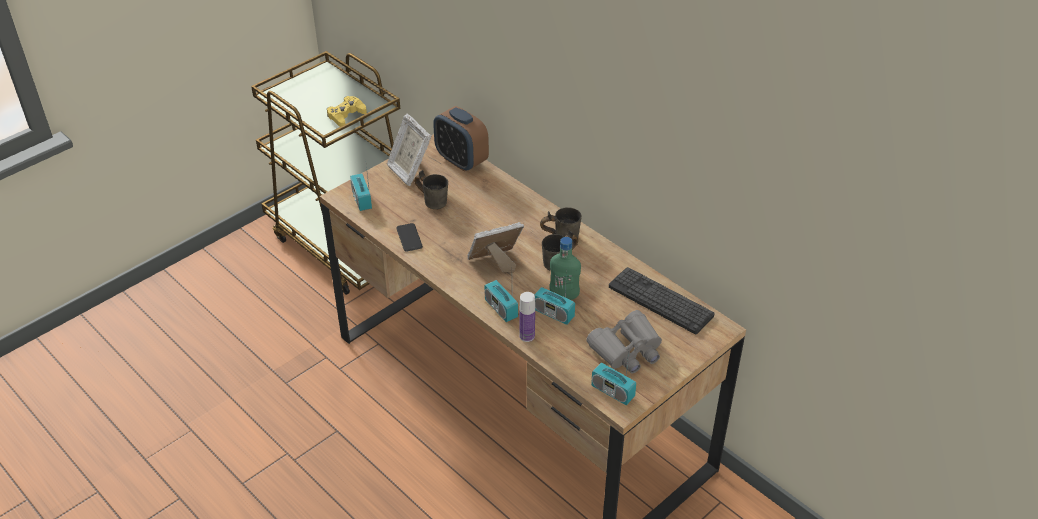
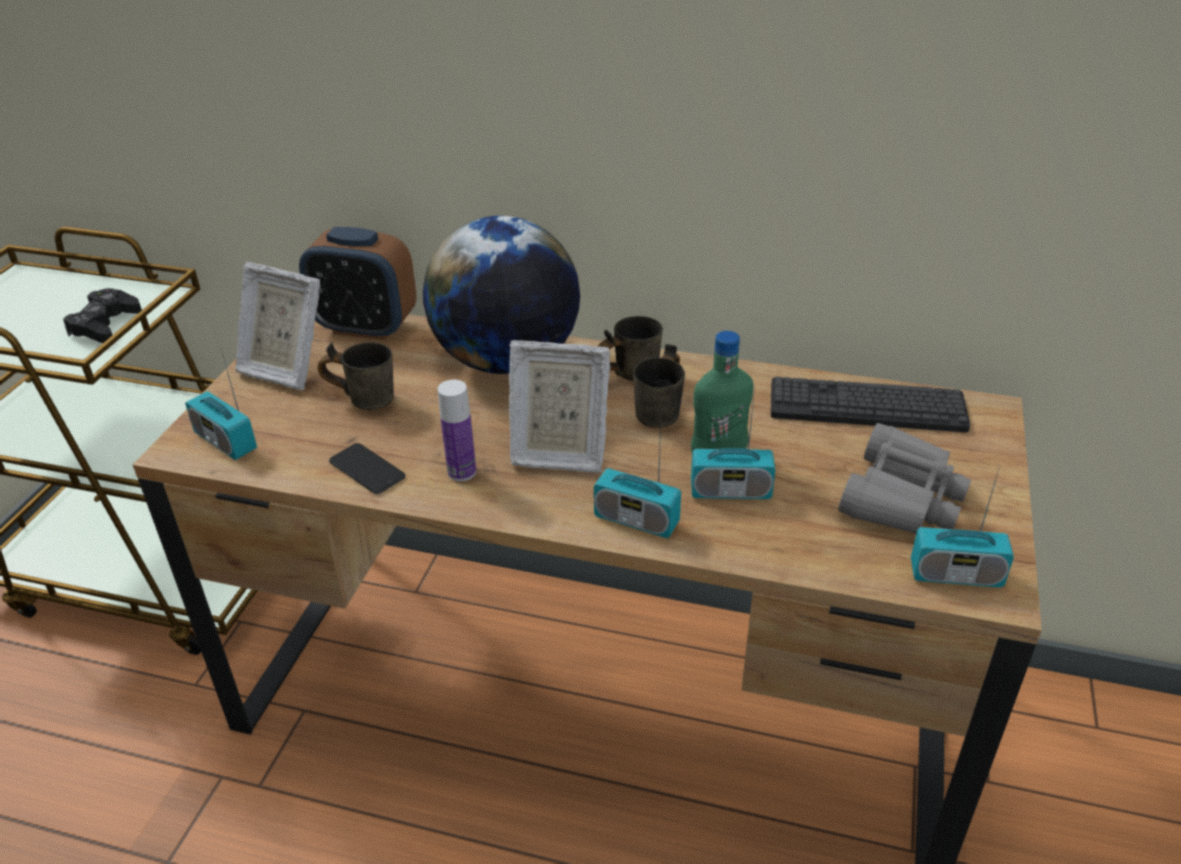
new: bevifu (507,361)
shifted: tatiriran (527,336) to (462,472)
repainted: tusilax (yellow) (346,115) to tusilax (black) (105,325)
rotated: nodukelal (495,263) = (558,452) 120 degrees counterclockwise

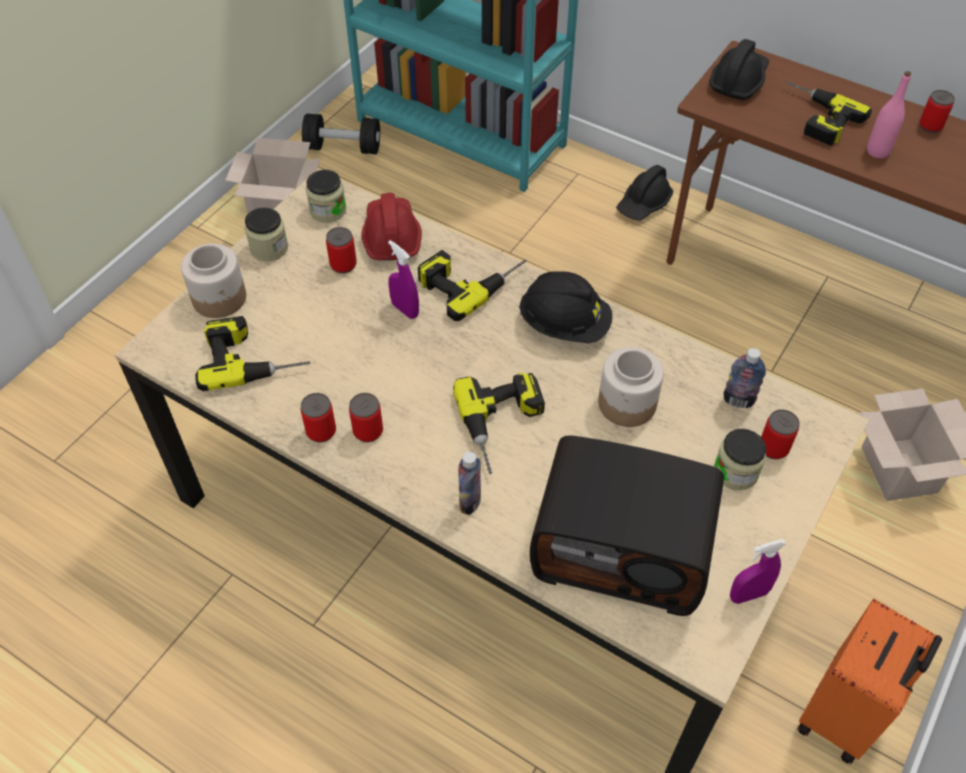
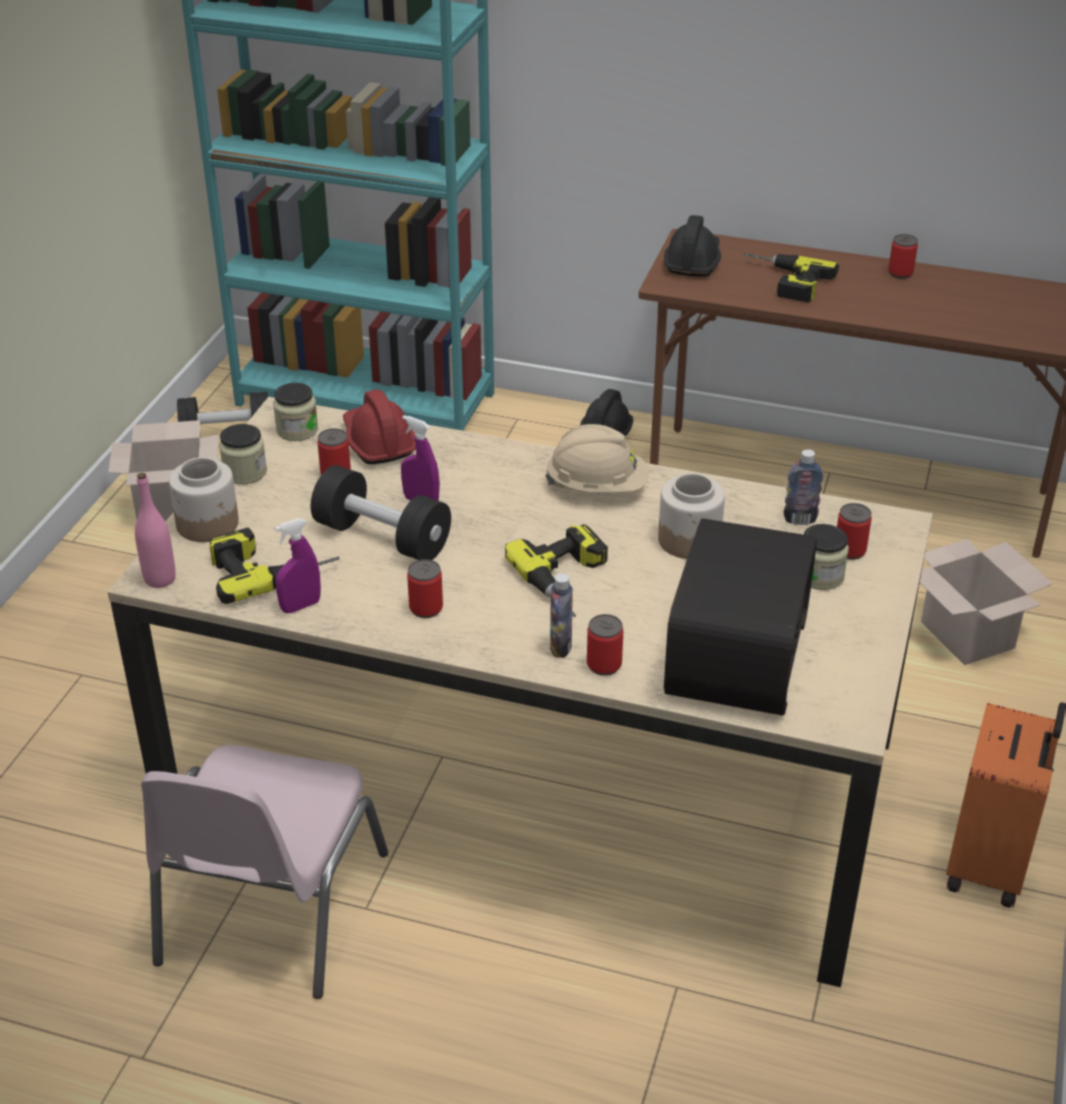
gone: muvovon (470,279)
new: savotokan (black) (382,537); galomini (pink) (268,910)
shifted: tatiriran (pink) (877,151) to (160,579); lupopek (321,431) to (604,665); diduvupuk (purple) (748,595) to (300,606)
repainted: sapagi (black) (564,325) to sapagi (beige) (597,487)
rotated: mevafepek (623,547) = (733,655) 75 degrees counterclockwise

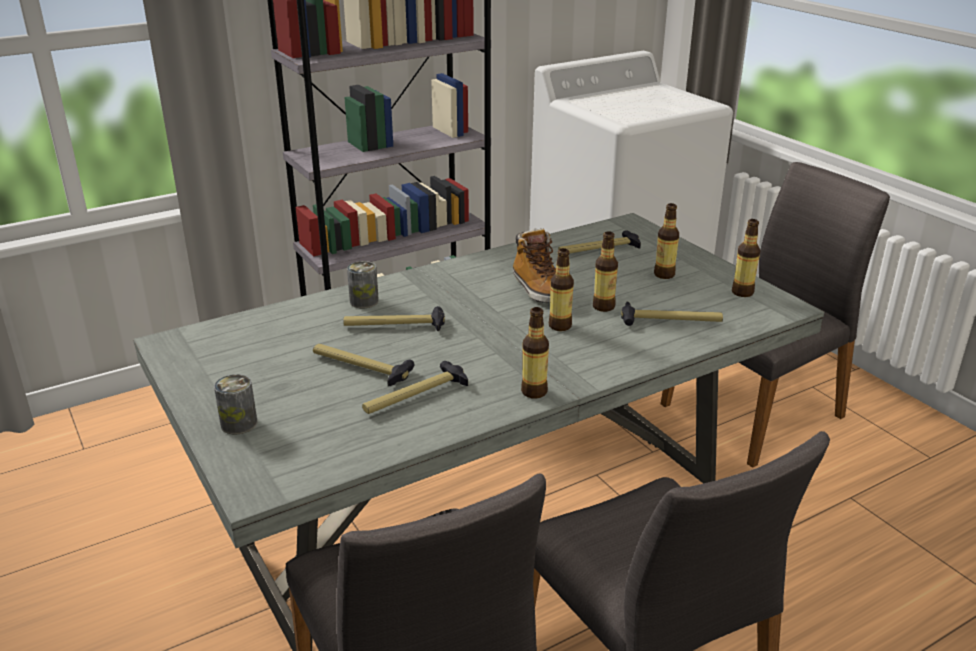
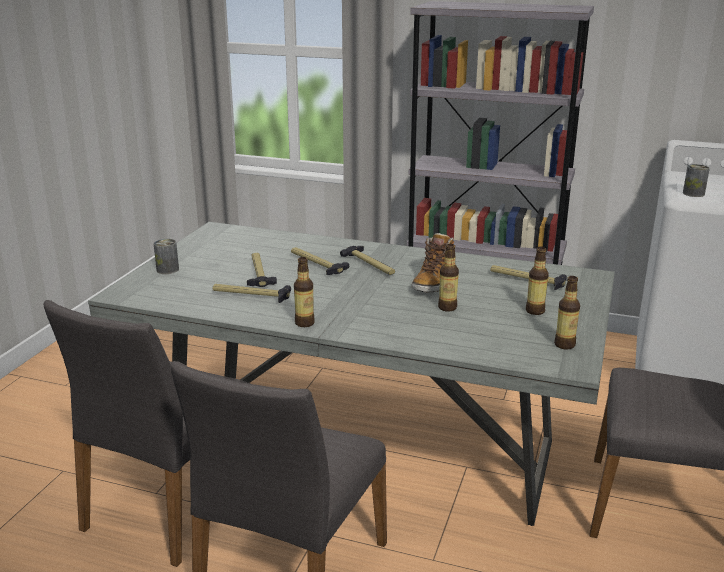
gone: tatiriran (560,326)
shifted: lupopek (364,301) to (693,193); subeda (670,321) to (370,265)

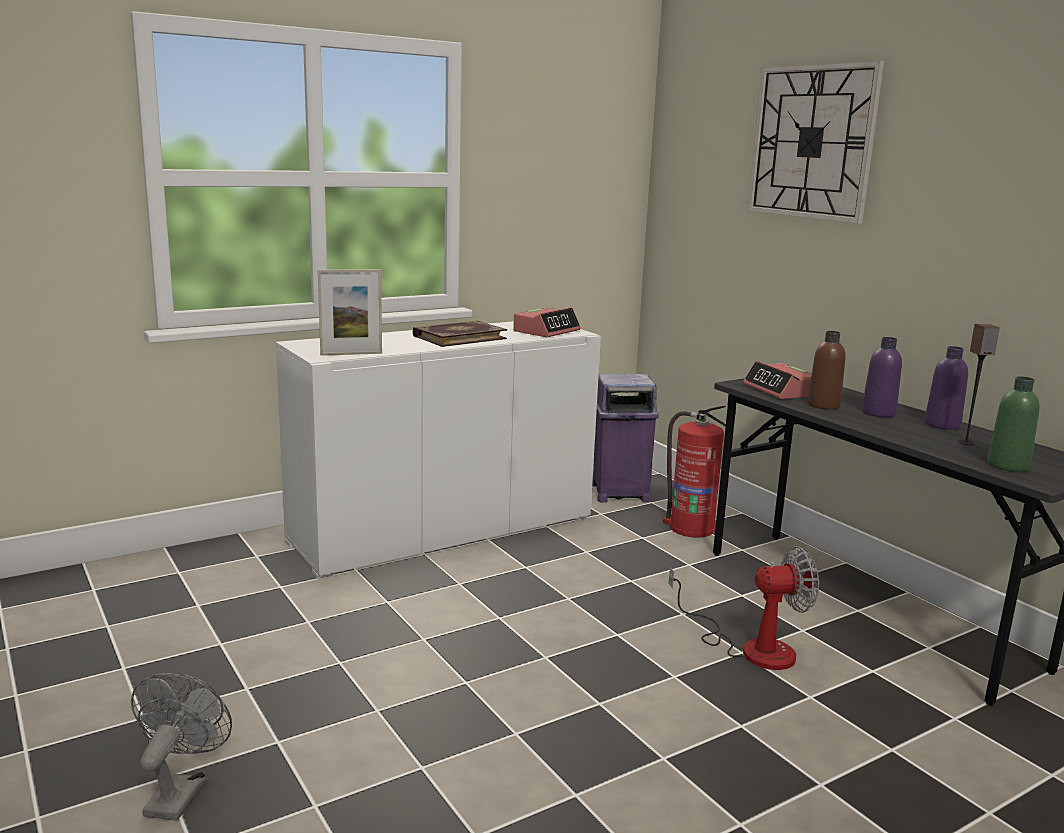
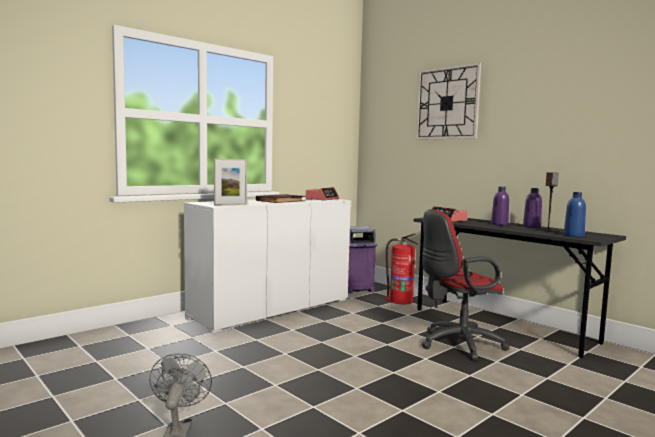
gone: tatiriran (brown) (823,405)
swapped: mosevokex (751,647) to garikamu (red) (457,344)
repainted: tatiriran (green) (1008,465) to tatiriran (blue) (573,235)

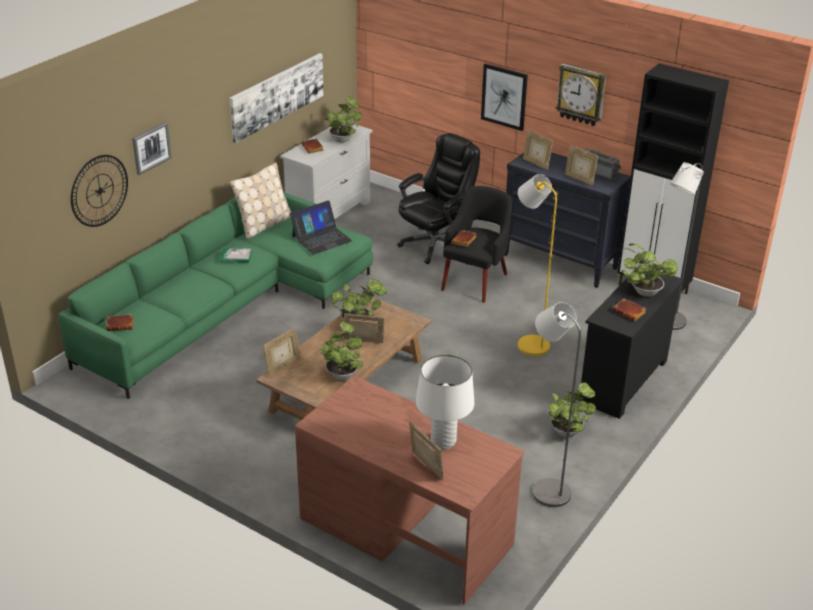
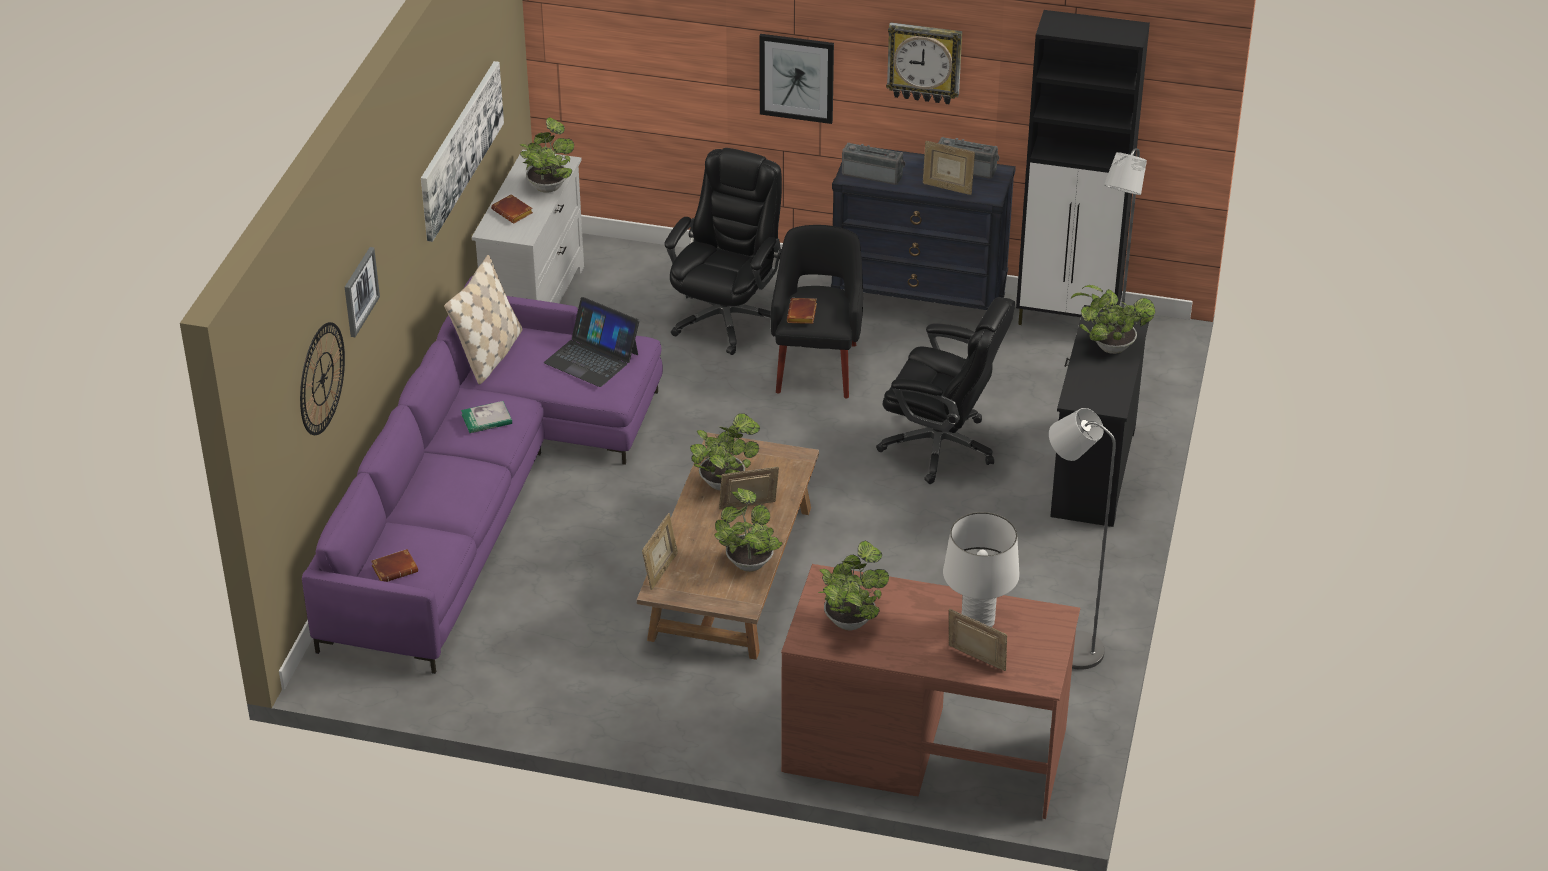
gone: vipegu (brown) (630,312)
shifted: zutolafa (567,431) to (851,619)
swapped: nodukelal (536,164) to mevafepek (873,174); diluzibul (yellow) (528,343) to garikamu (black) (941,447)
repainted: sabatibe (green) (229,306) to sabatibe (purple) (482,494)
rotated: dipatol (321,238) = (592,358) 90 degrees clockwise

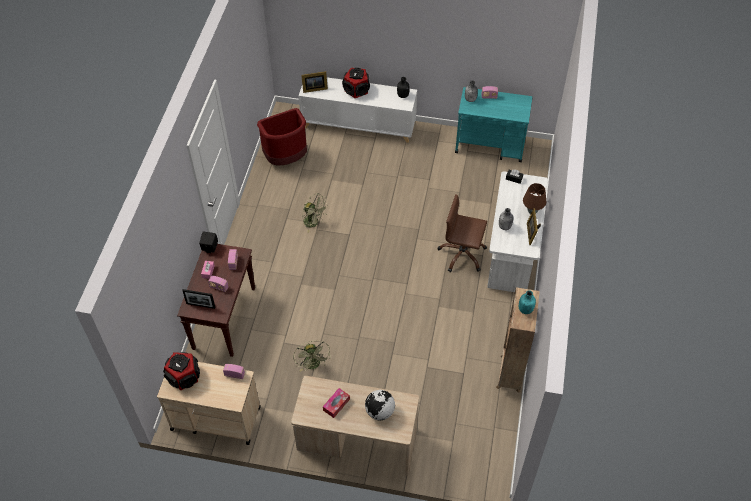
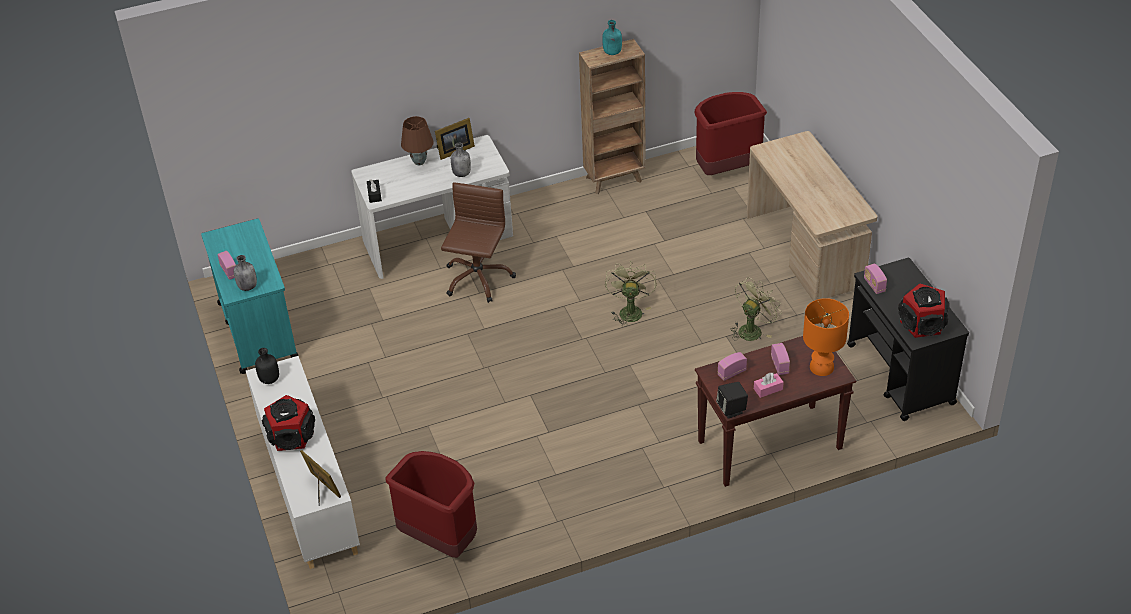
gone: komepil (336,405); bevifu (379,412)
new: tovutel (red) (726,169)
shifted: mosevokex (green) (314,223) to (629,310)
swapped: nodukelal (200,305) to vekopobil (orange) (821,367)
repainted: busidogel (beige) (215,418) to busidogel (black) (900,375)
rotated: garikamu (brown) (462,255) = (477,278) 150 degrees counterclockwise

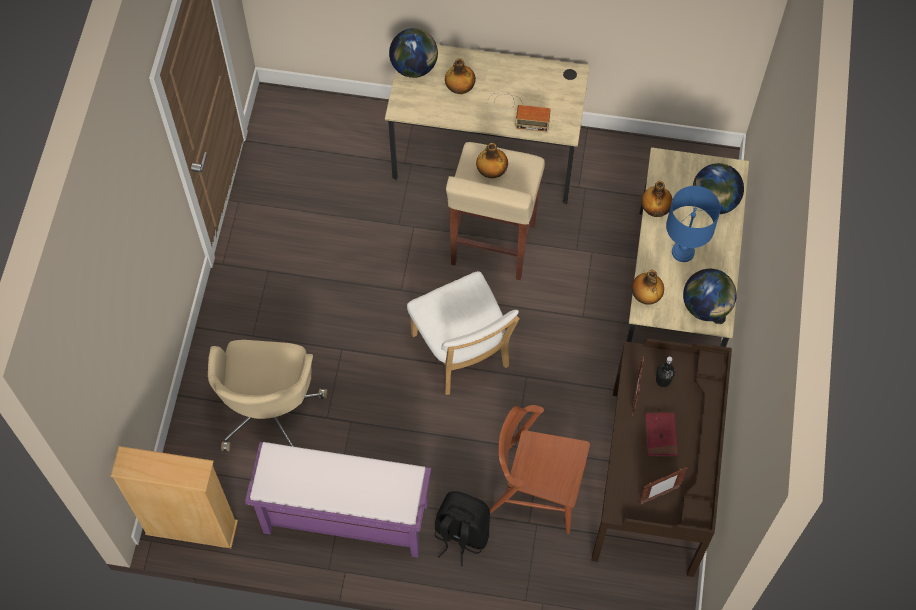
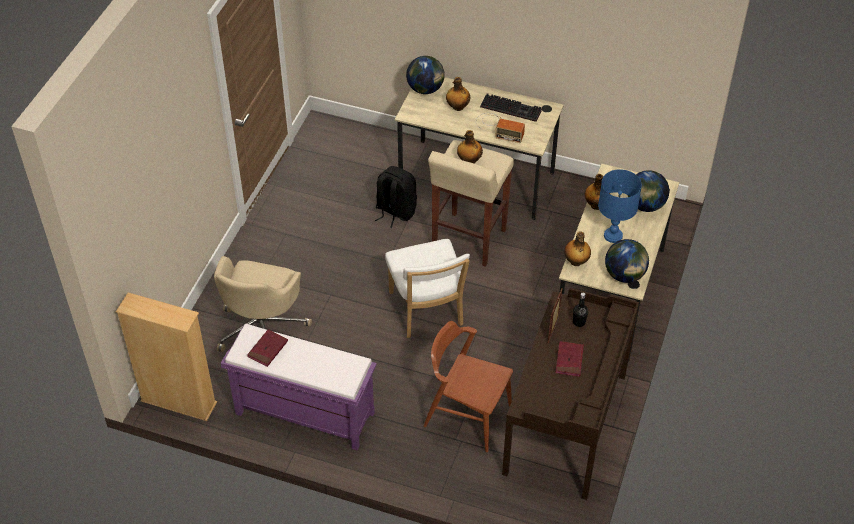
gone: nodukelal (659,495)
new: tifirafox (512,108); vipegu (red) (267,349)
shifted: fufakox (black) (461,535) to (395,211)

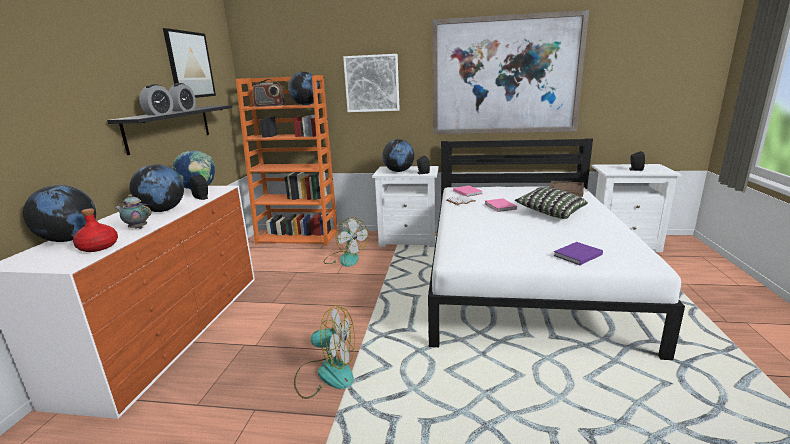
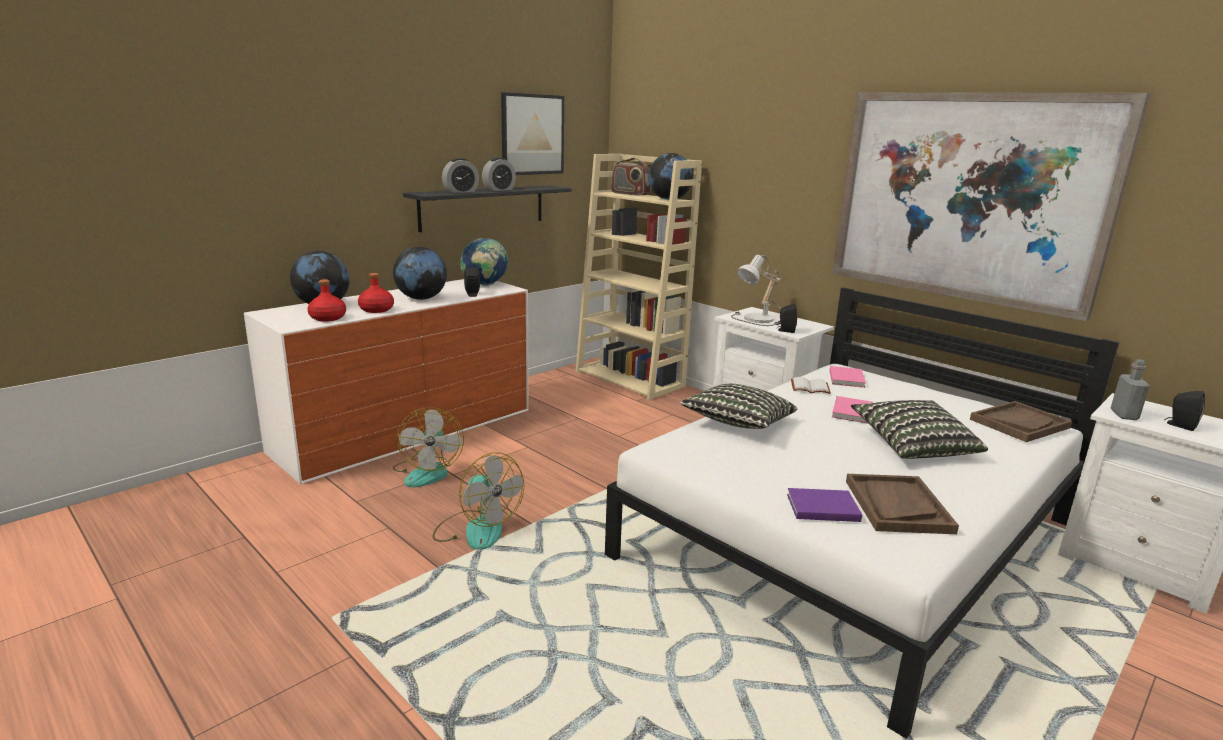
gone: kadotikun (372,83)
new: tatiriran (grey) (1124,415); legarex (737,424); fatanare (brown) (897,506)
shifted: mosevokex (345,258) to (428,472)
swapped: bevifu (398,171) to vekopobil (760,320); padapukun (137,228) to tatiriran (red) (377,310)
repainted: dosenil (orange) (298,237) to dosenil (beige) (630,379)

